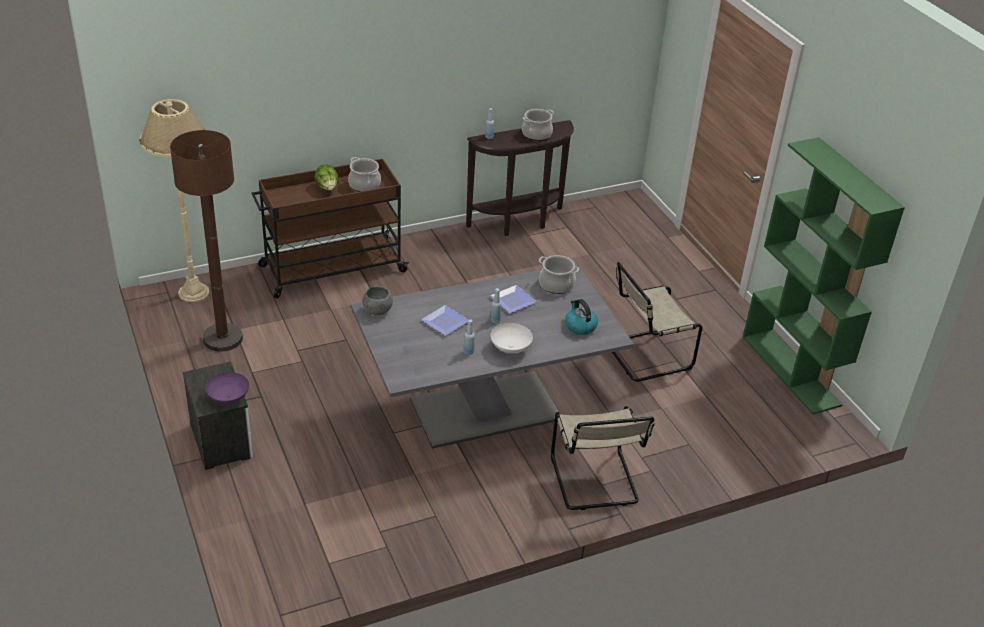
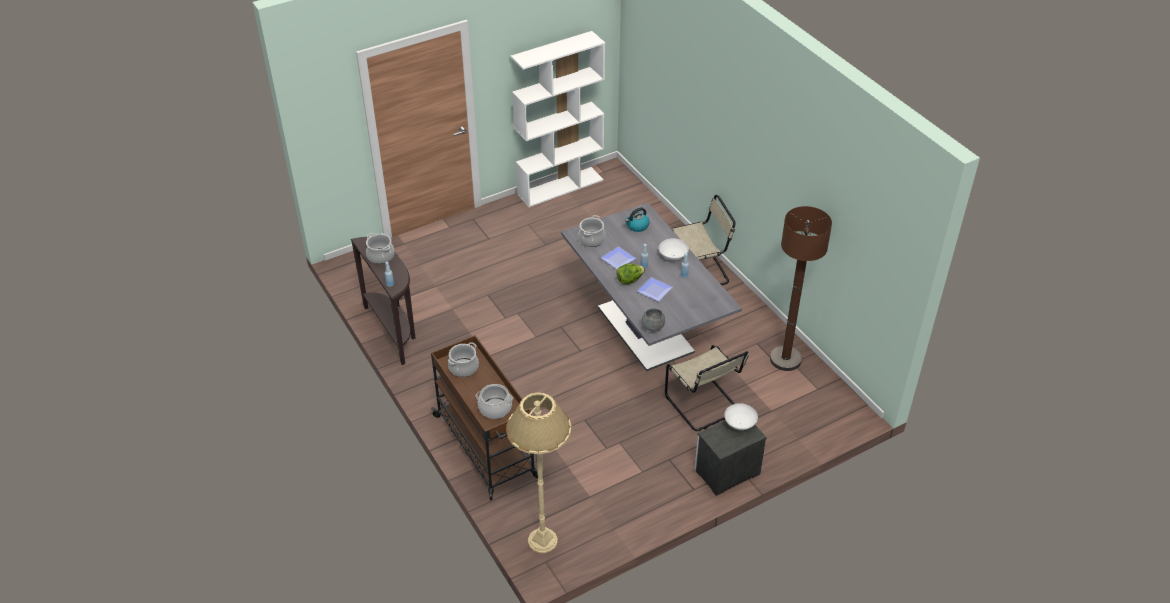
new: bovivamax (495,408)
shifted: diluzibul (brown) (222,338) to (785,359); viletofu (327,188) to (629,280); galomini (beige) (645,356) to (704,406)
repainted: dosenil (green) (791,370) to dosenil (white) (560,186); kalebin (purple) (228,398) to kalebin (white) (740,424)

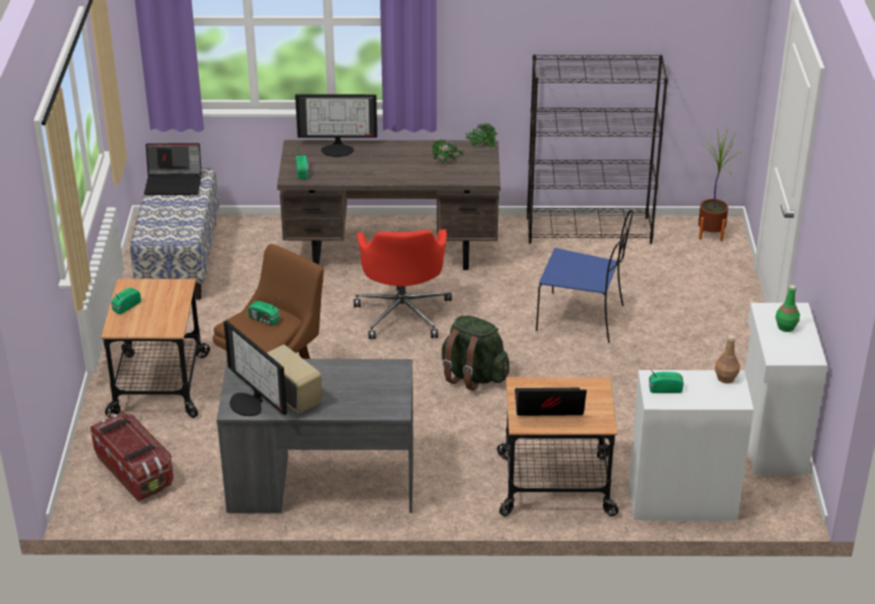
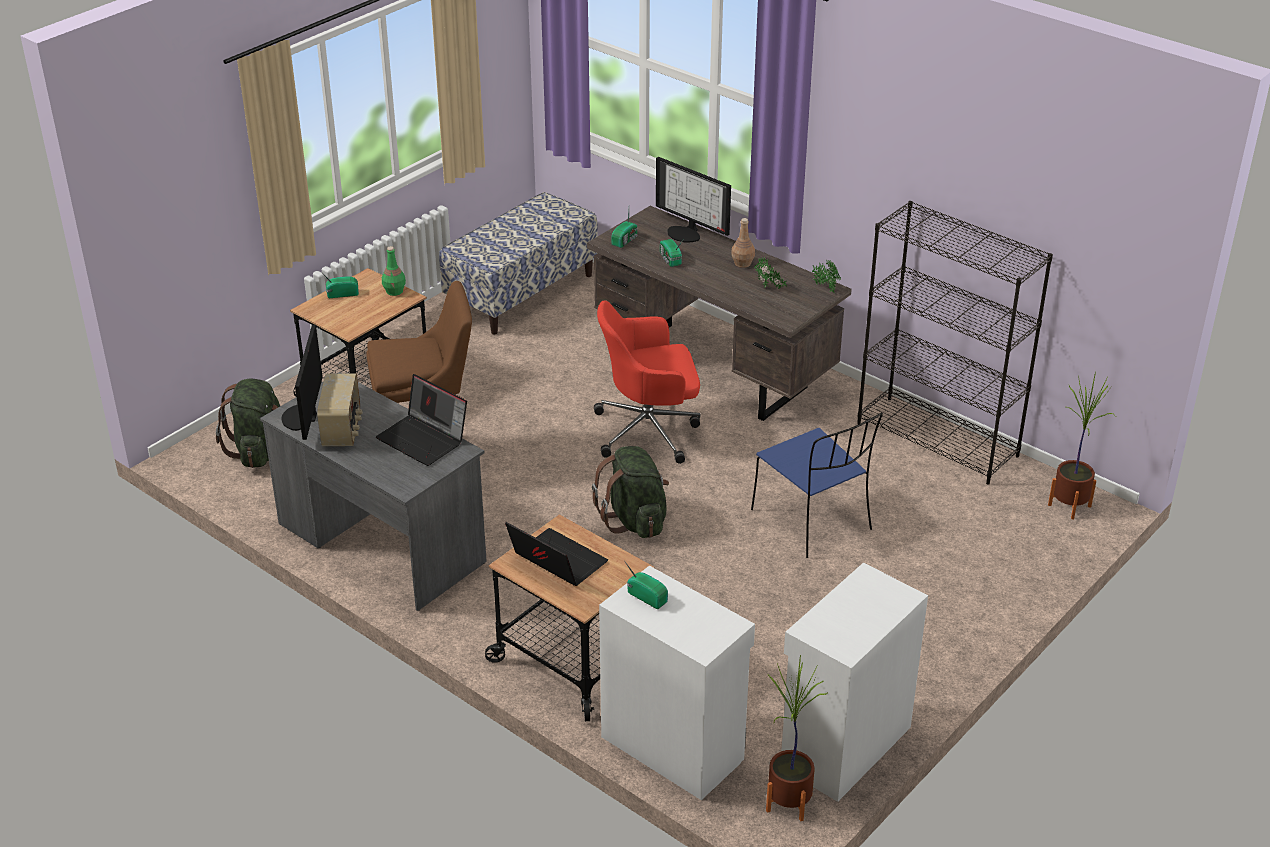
new: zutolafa (789,803)
shifted: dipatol (174,183) to (424,439); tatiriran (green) (786,327) to (395,291); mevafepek (264,319) to (670,259); tatiriran (brown) (726,378) to (743,263)
swapped: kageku (135,471) to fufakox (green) (260,451)
rotated: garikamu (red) (403,313) = (649,430) 45 degrees clockwise

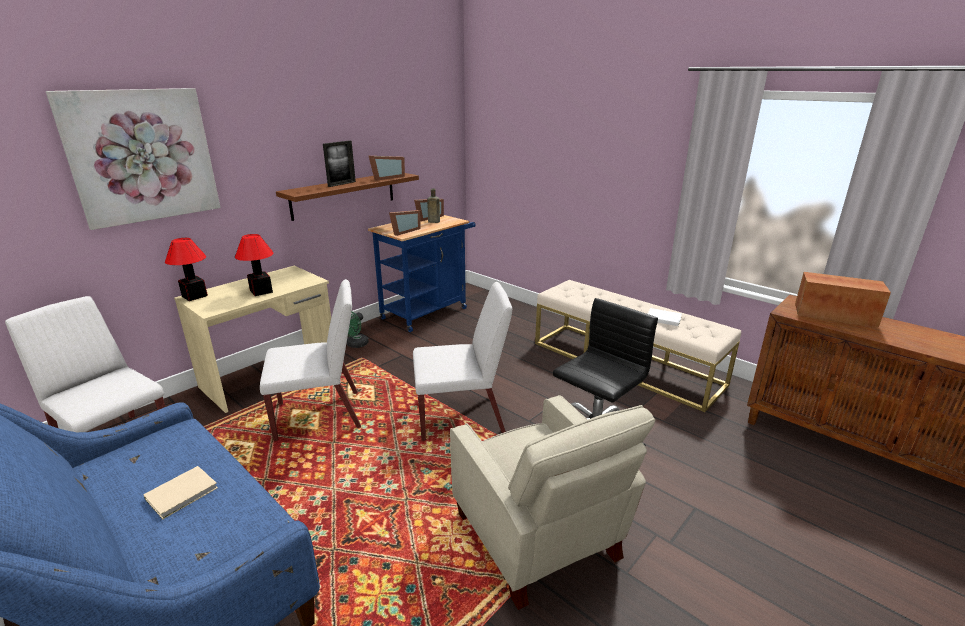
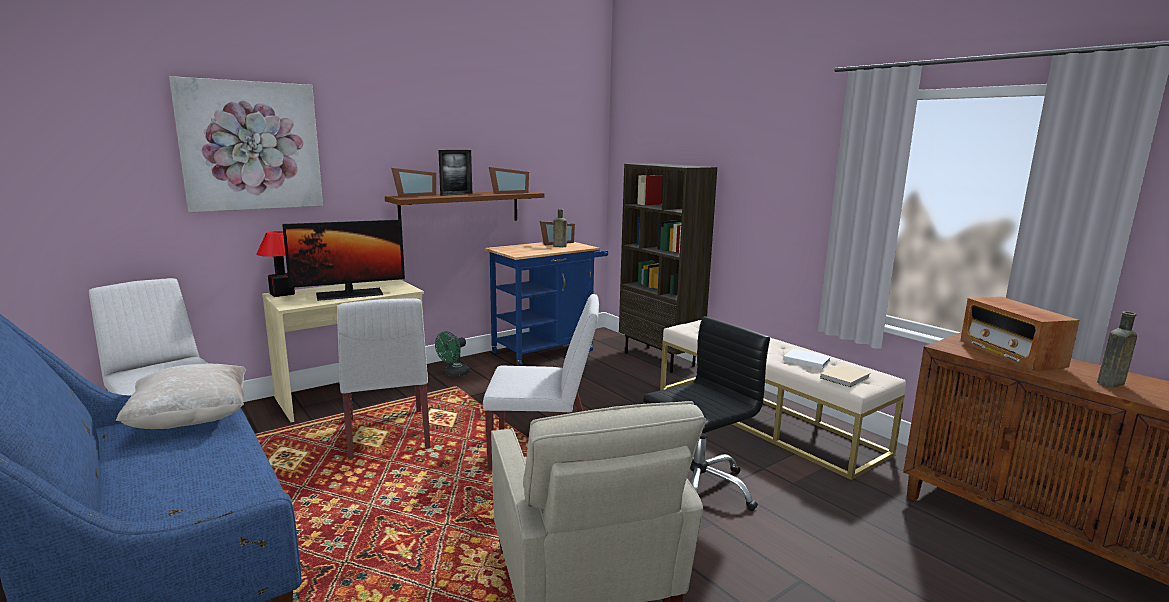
new: dosenil (brown) (660,359); tatiriran (brown) (1109,384); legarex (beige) (192,420)
shifted: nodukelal (403,231) to (413,195); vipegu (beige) (184,493) to (846,378)
swapped: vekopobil (261,291) to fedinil (349,294)
rotated: mevafepek (834,316) = (1010,355) 135 degrees counterclockwise; galomini (white) (320,415) = (387,434) 75 degrees clockwise

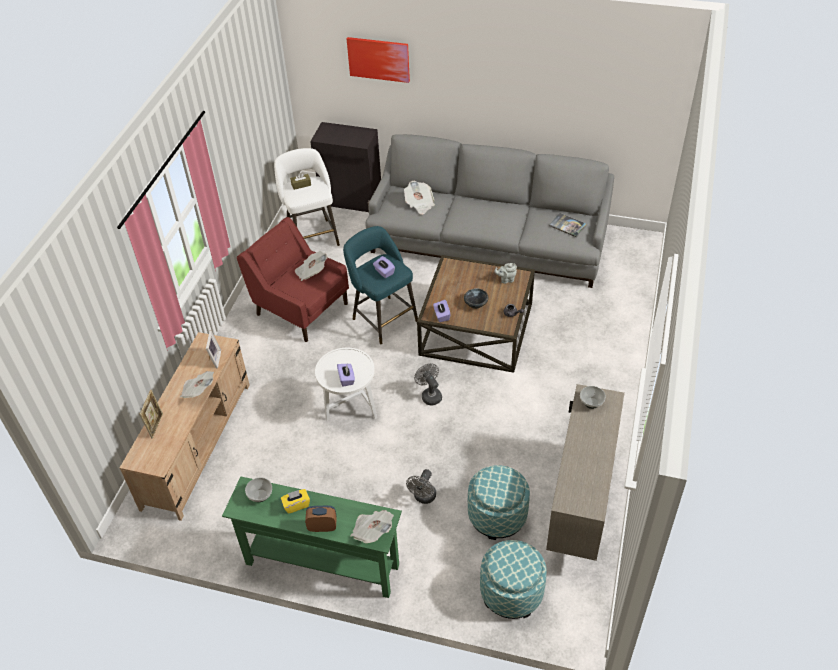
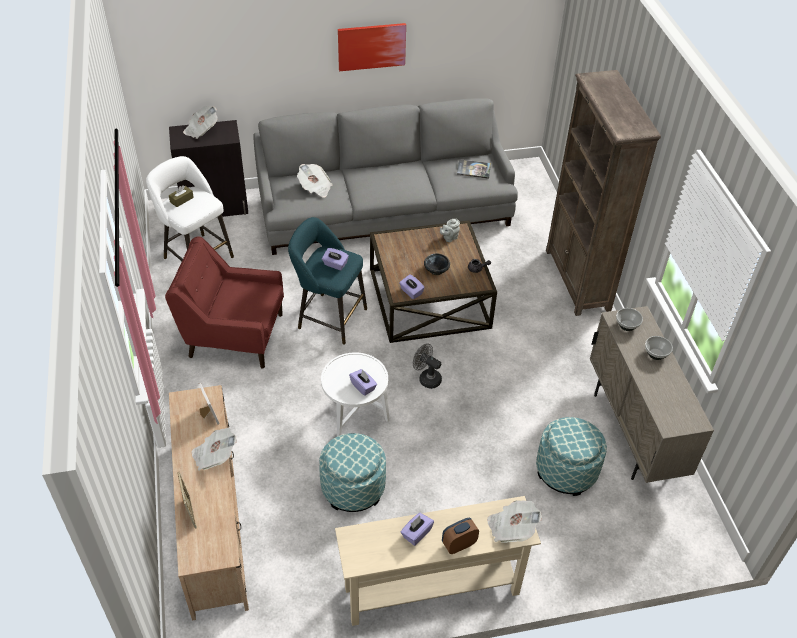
gone: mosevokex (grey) (423,498)
new: dosenil (brown) (577,280)
shifted: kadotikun (378,59) to (371,46); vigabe (311,272) to (201,130); kalebin (261,496) to (656,354); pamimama (511,592) to (353,487)
repainted: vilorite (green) (322,565) to vilorite (beige) (432,591); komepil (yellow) (296,505) to komepil (purple) (416,533)

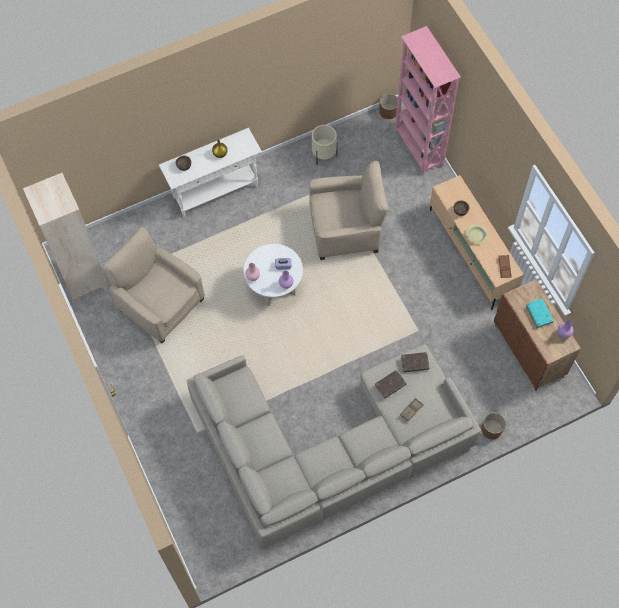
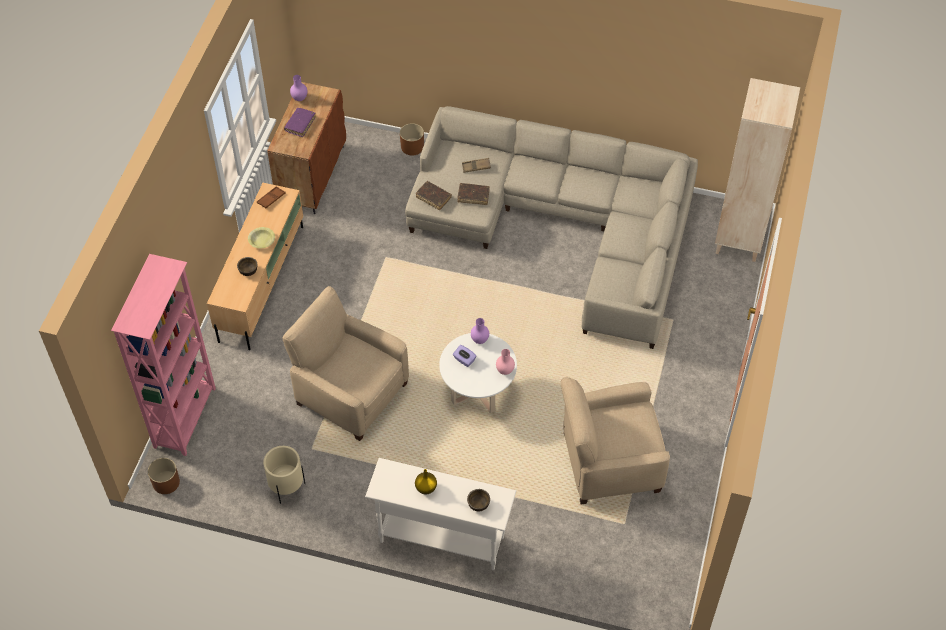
shifted: dosenil (beige) (84,280) to (739,239)
repainted: vipegu (turquoise) (539,314) to vipegu (purple) (300,124)
rotated: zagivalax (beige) (160,303) = (609,462) 90 degrees clockwise

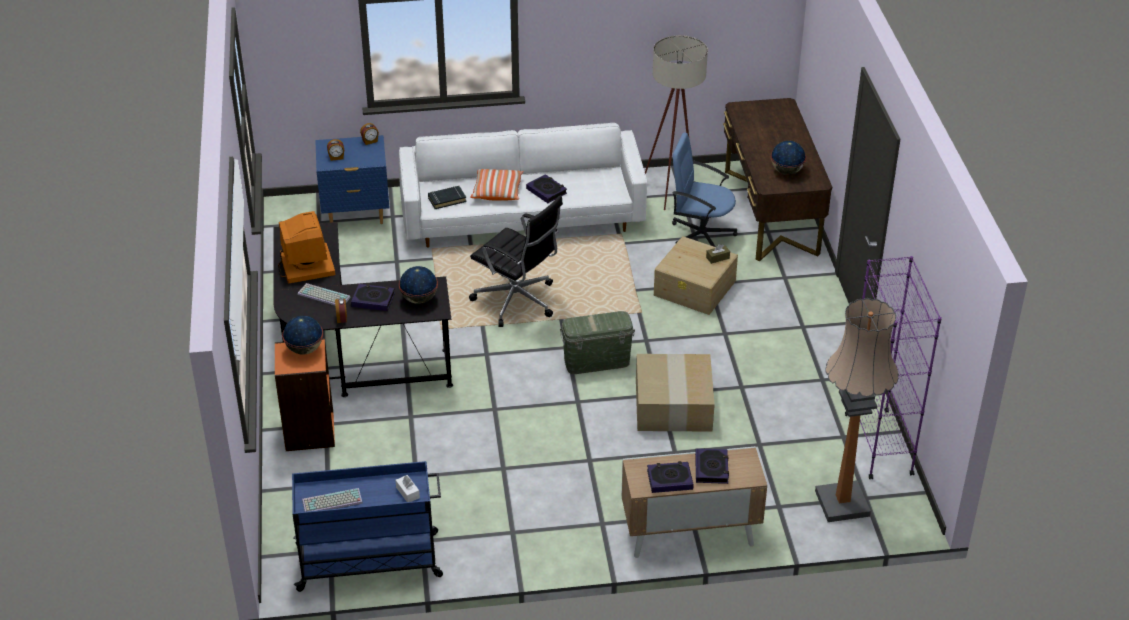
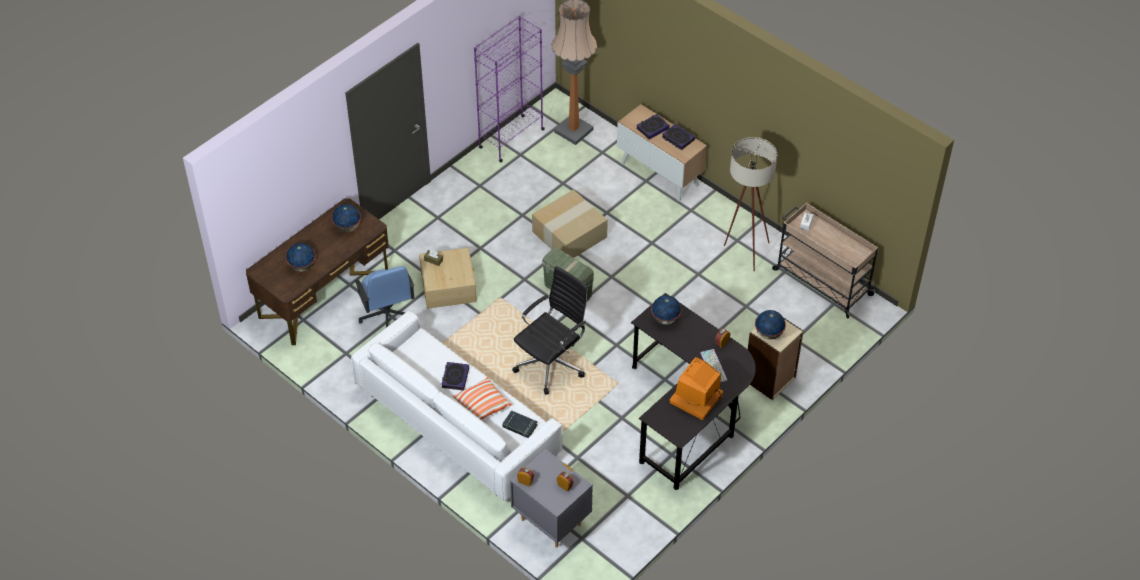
gone: vipegu (373,300); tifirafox (331,502)
new: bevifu (302,266)
shifted: diluzibul (beige) (672,191) to (743,251)
repainted: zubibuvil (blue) (356,215) to zubibuvil (grey) (551,522); dosenil (orange) (309,431) to dosenil (beige) (770,379); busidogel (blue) (370,561) to busidogel (beige) (821,282)
rotated: garikamu (black) (517,301) = (552,363) 45 degrees clockwise

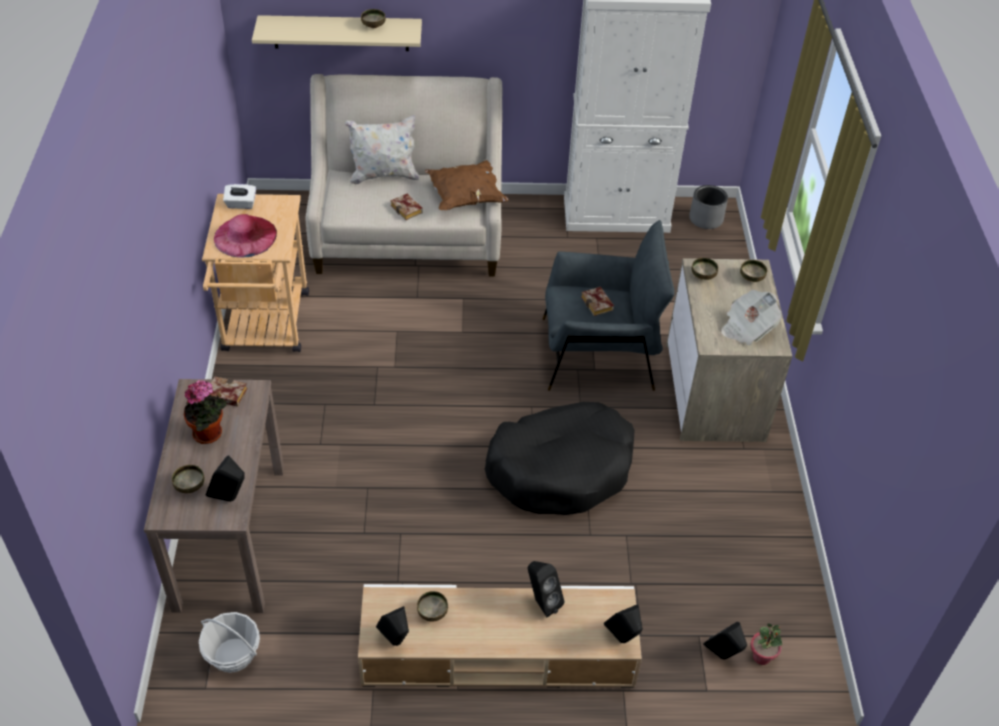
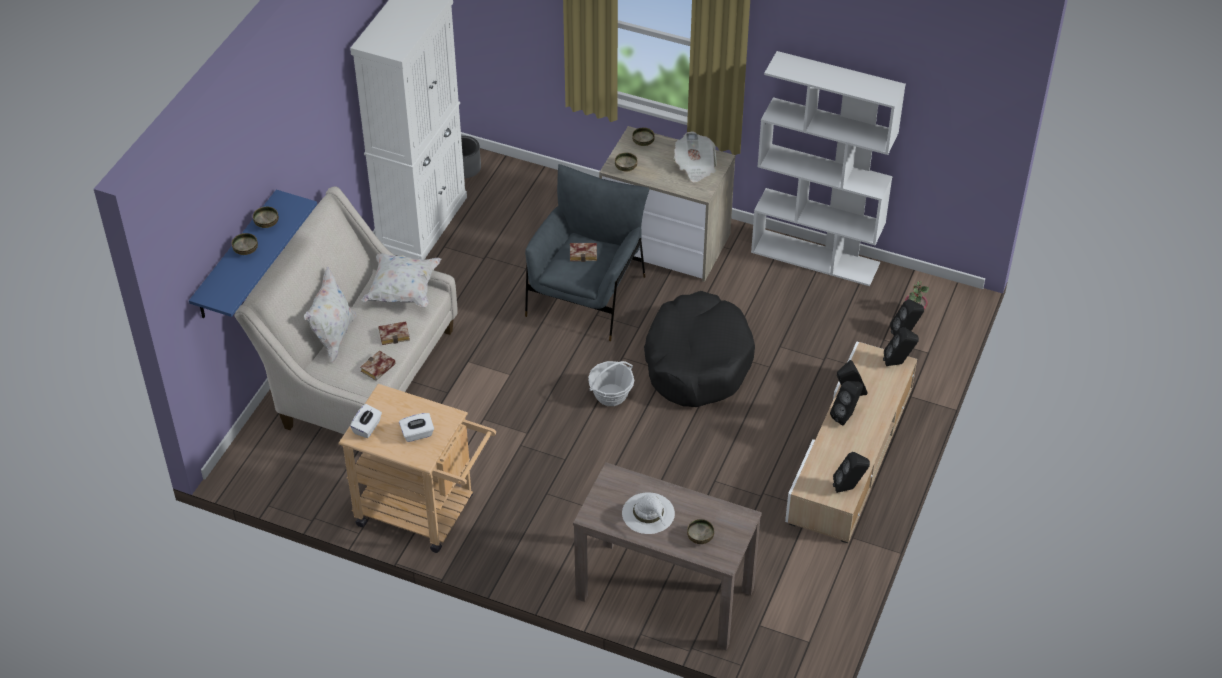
new: dosenil (white) (816,257)
shifted: vipegu (224,395) to (378,369); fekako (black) (230,499) to (846,416); kalebin (433,612) to (246,250); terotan (233,655) to (611,395)
swapped: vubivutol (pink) (245,236) to komepil (white) (417,434); zutolafa (210,434) to vubivutol (white) (649,513)
repainted: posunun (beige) (341,33) to posunun (blue) (236,257); legarex (brown) (466,197) to legarex (white) (402,290)

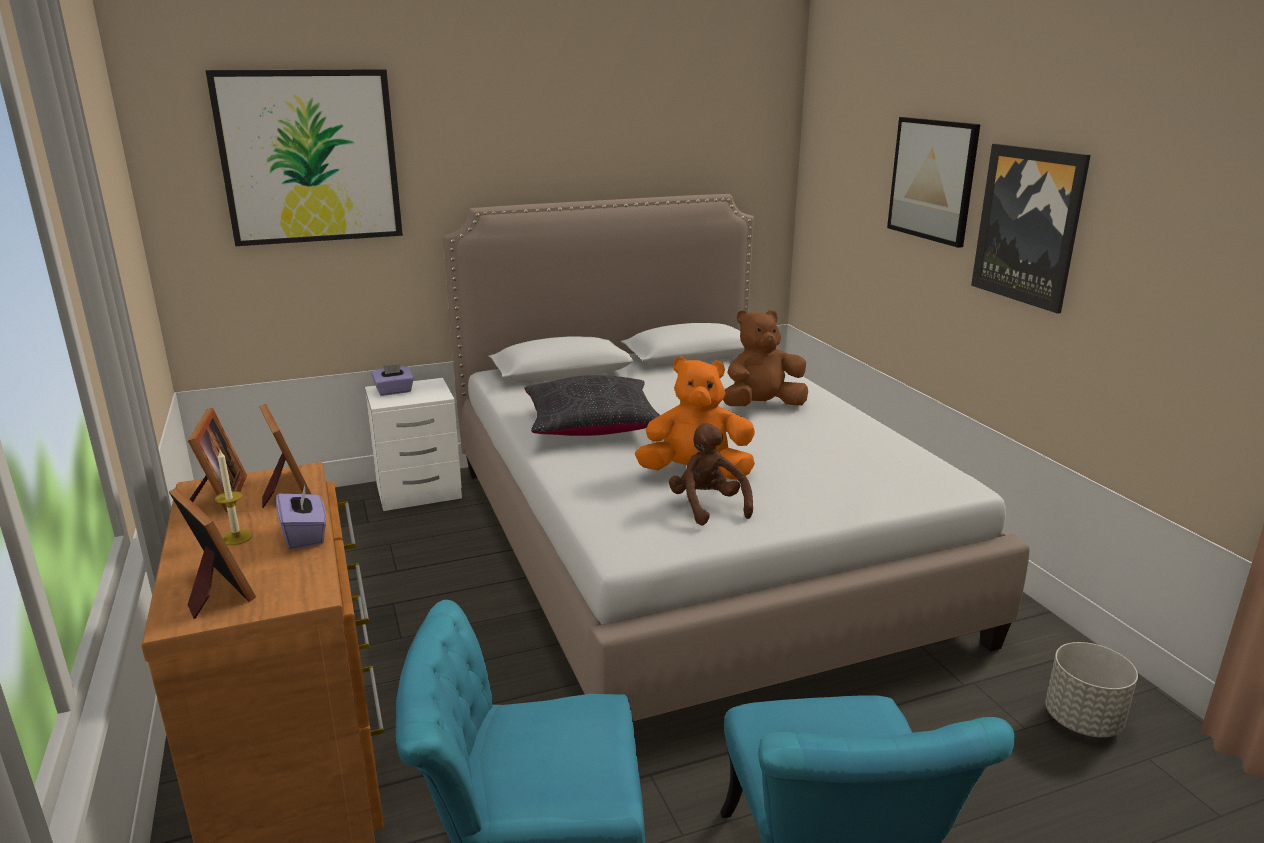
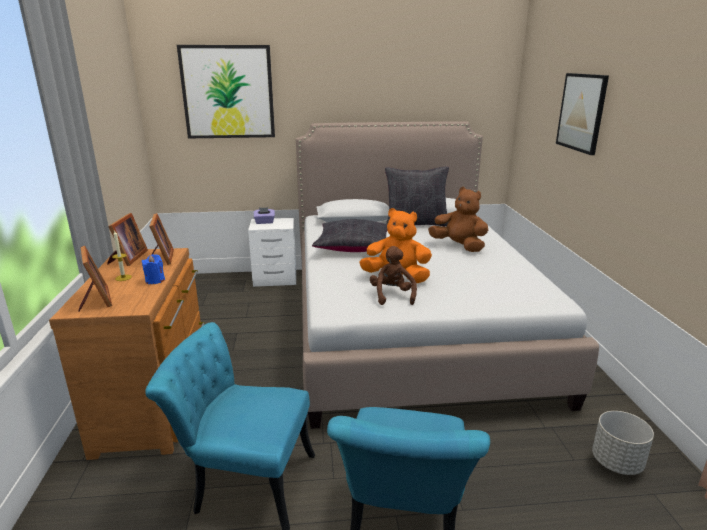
gone: kadotikun (1029,225)
new: legarex (black) (416,224)
swapped: komepil (purple) (305,535) to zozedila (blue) (155,280)
rotated: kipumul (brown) (762,406) = (459,246) 45 degrees clockwise

